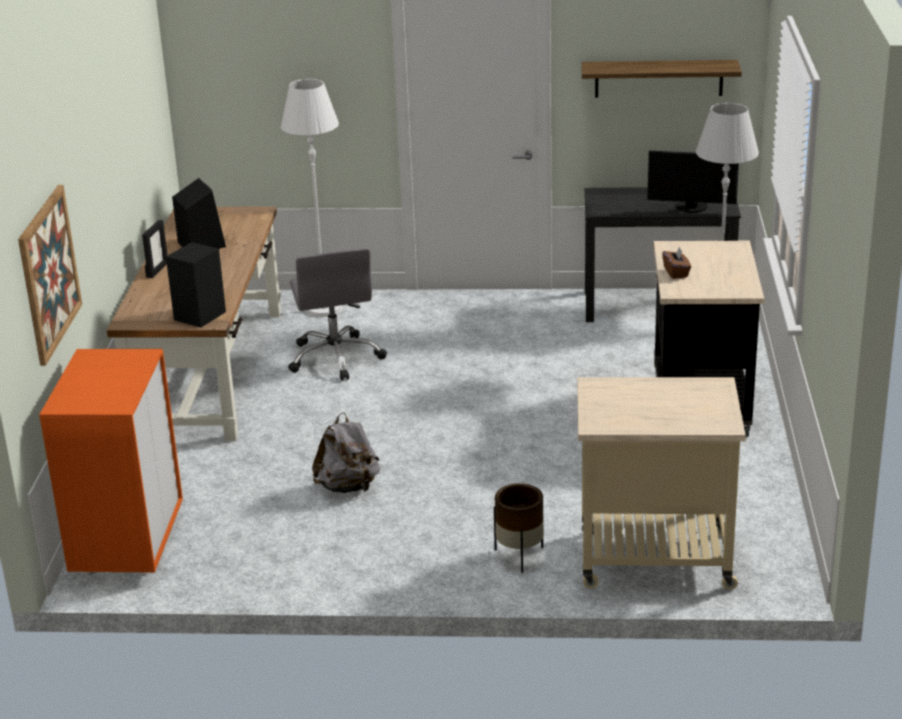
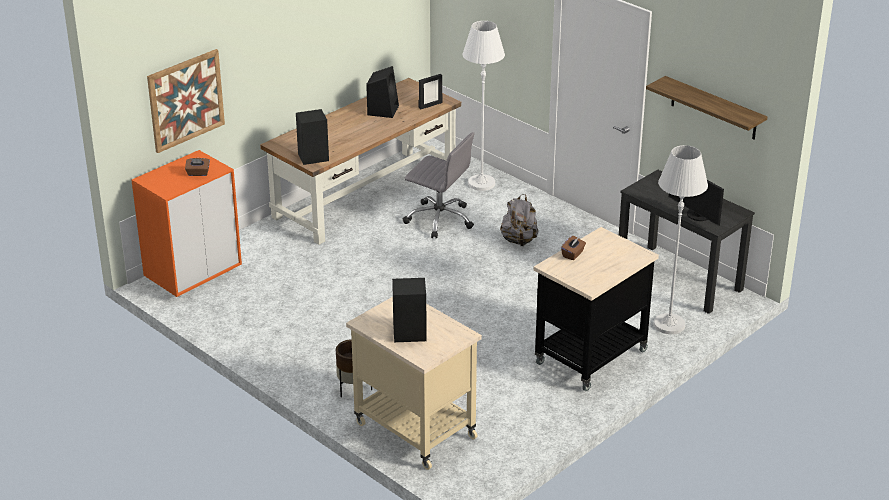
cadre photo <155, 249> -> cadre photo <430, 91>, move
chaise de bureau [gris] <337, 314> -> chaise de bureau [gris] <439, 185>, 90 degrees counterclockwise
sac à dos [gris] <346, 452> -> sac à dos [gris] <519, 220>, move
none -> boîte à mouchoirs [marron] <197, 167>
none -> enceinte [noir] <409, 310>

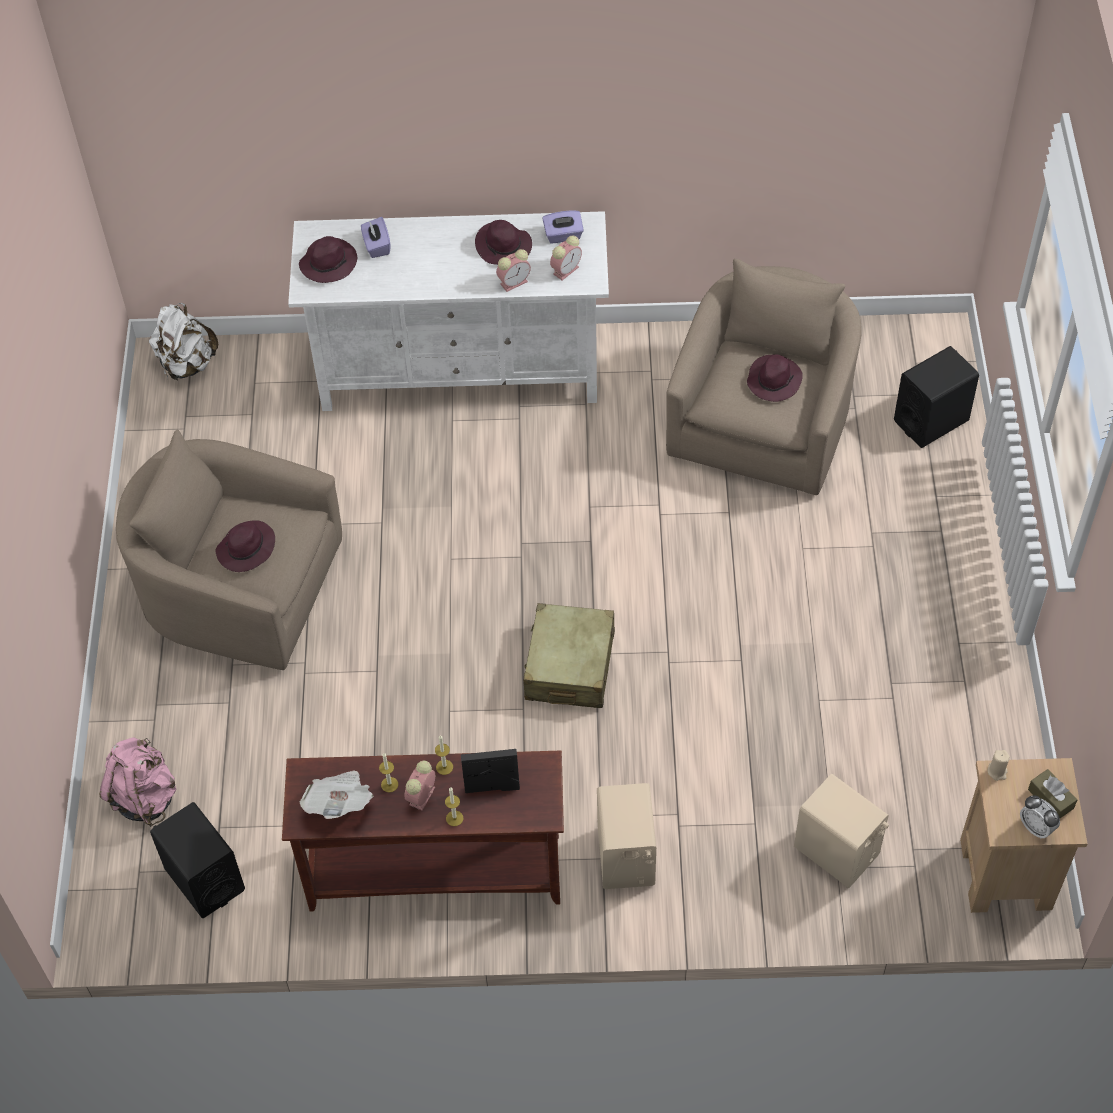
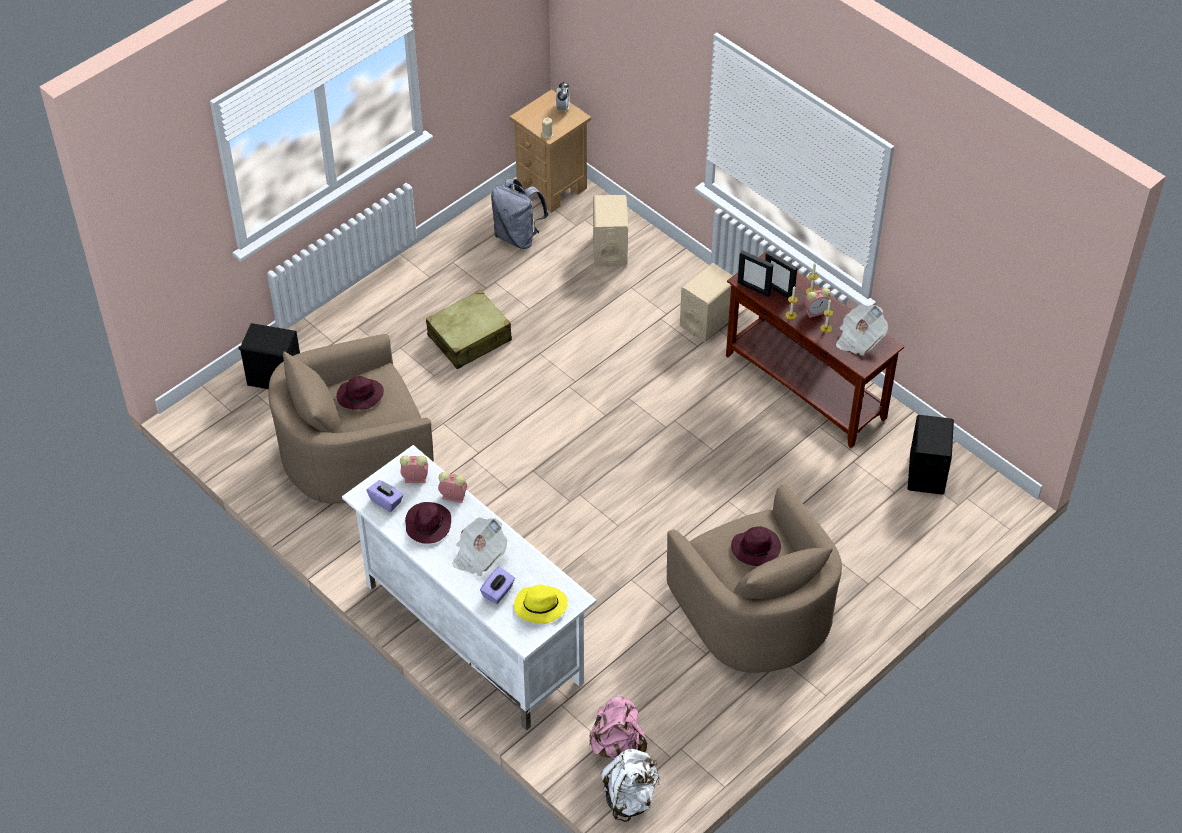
sac à dos [rose] <138, 782> -> sac à dos [rose] <618, 727>, move
chapeau [violet] <328, 259> -> chapeau [jaune] <541, 604>
valise [beige] <569, 655> -> valise [beige] <469, 329>, move
boîte à mouchoirs [marron] <1052, 793> -> none
none -> journal <479, 546>
none -> sac à dos [gris] <520, 214>
none -> cadre photo <755, 273>

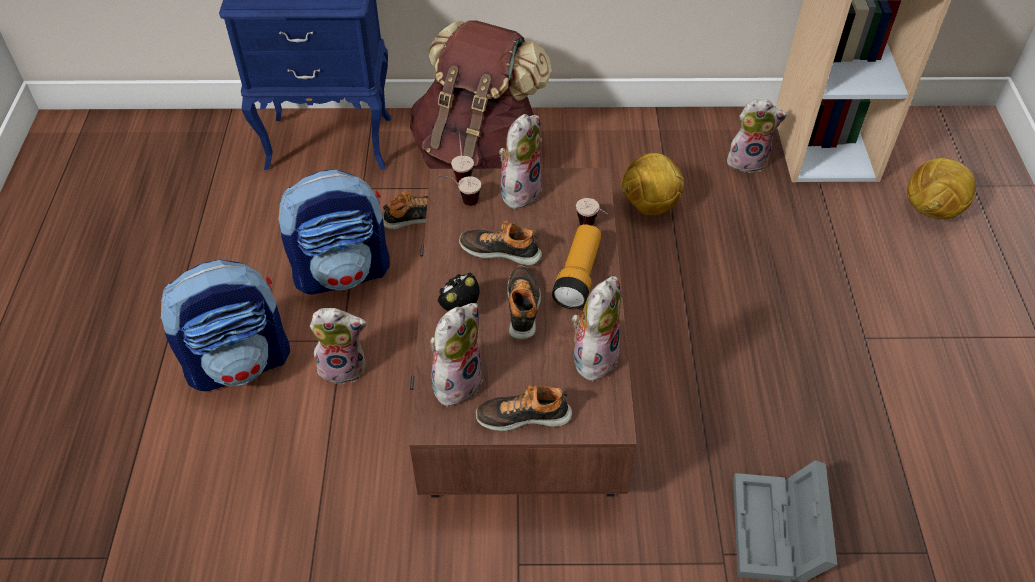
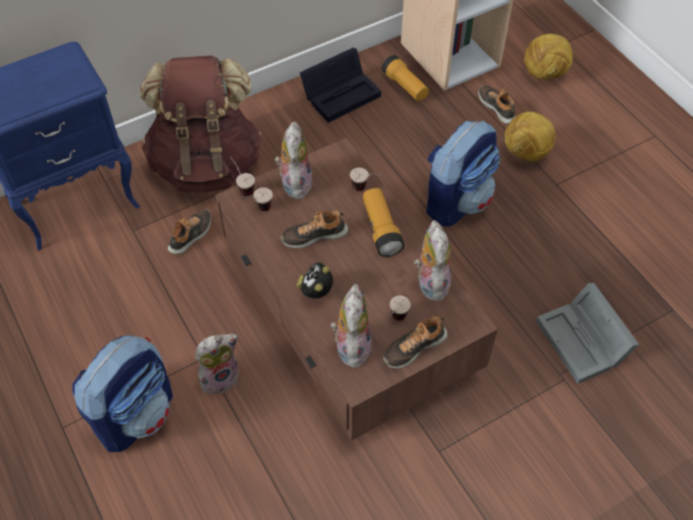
sac à dos <334, 231> -> sac à dos <463, 173>, move
chaussure <524, 303> -> chaussure <497, 104>, move
ballon de foot <653, 184> -> ballon de foot <530, 137>, move
peluche <757, 136> -> lampe de poche <405, 78>
none -> boîte de rangement [noir] <340, 85>
none -> tasse <399, 308>

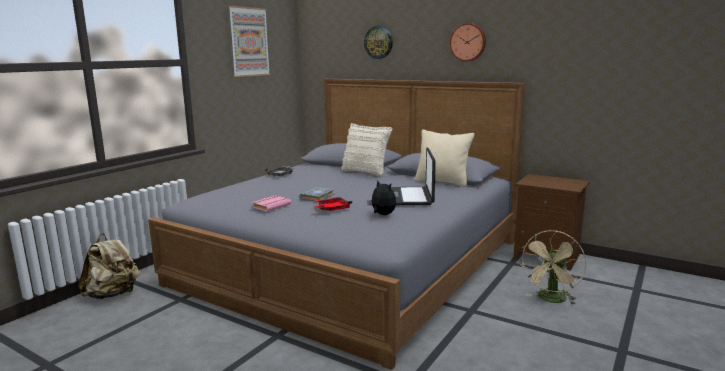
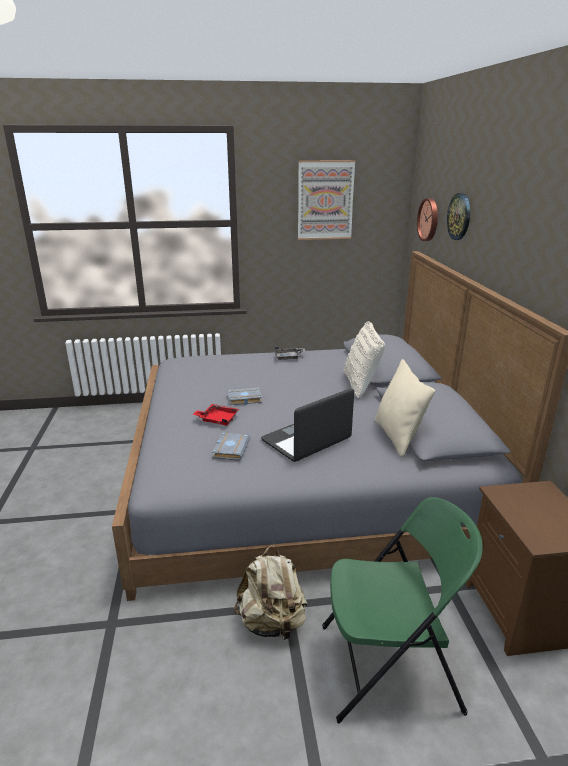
sac à dos [beige] <109, 266> -> sac à dos [beige] <271, 594>, move
livre [rose] <271, 203> -> none
peluche <381, 197> -> livre [gris] <231, 447>
horloge murale <467, 42> -> horloge murale <427, 219>, move
ventilateur [beige] <553, 267> -> chaise [vert] <402, 610>

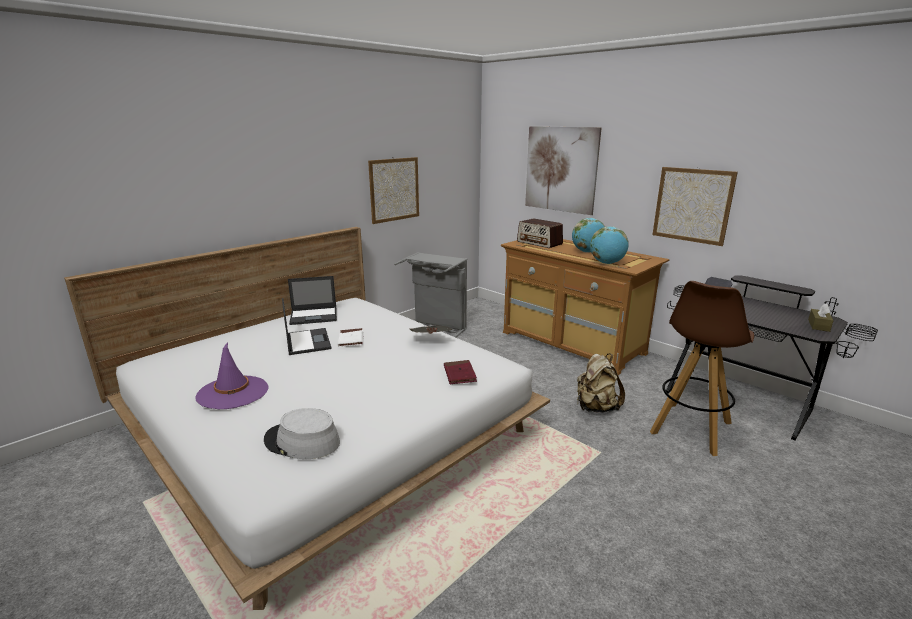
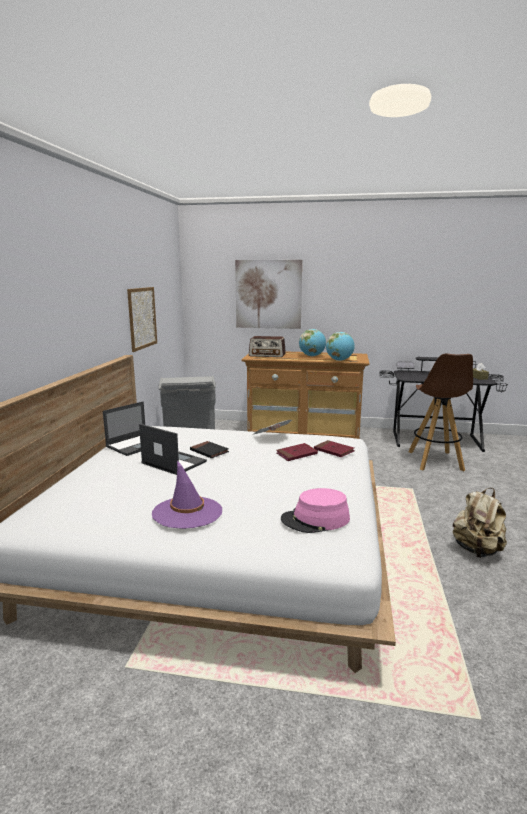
chapeau [gris] <302, 433> -> chapeau [rose] <315, 510>
livre [blanc] <350, 337> -> livre [noir] <209, 449>
sac à dos [beige] <601, 383> -> sac à dos [beige] <480, 523>, move
tableau <695, 206> -> none
none -> livre [rouge] <297, 452>

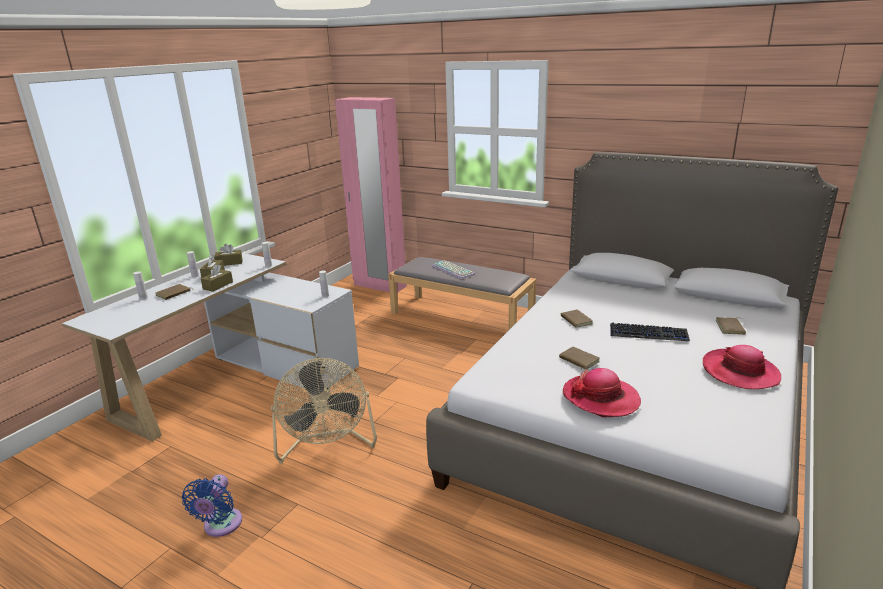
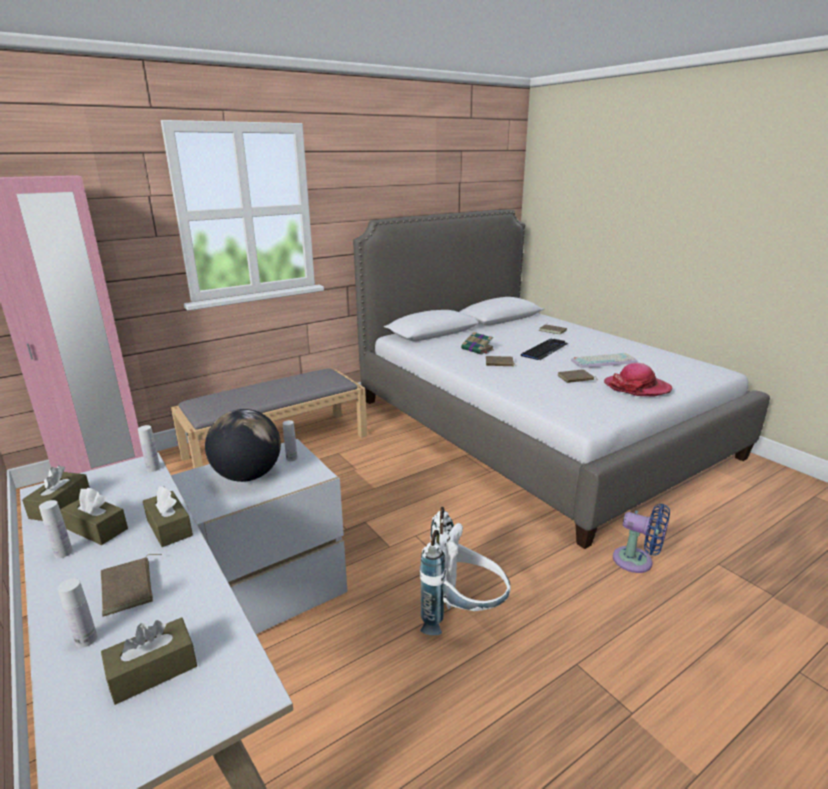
ventilateur [bleu] <212, 505> -> ventilateur [bleu] <641, 538>, move
ventilateur [beige] <324, 411> -> sac à dos [blanc] <465, 571>
clavier <453, 269> -> clavier <604, 360>, move
chapeau <742, 367> -> none
none -> boîte à mouchoirs [marron] <149, 661>
none -> globe <243, 445>
none -> livre <477, 343>

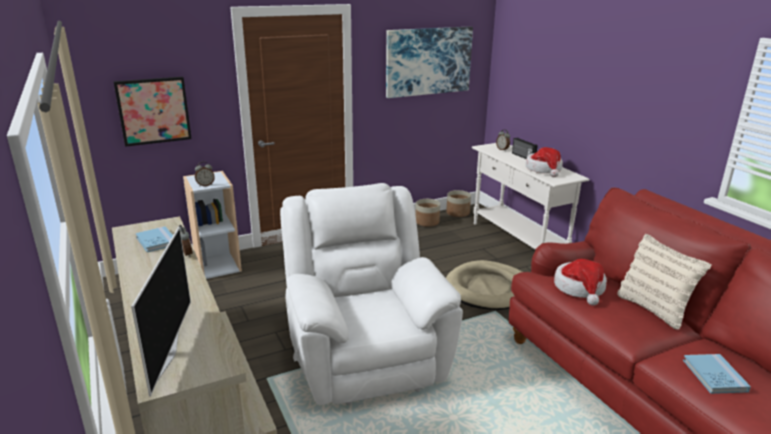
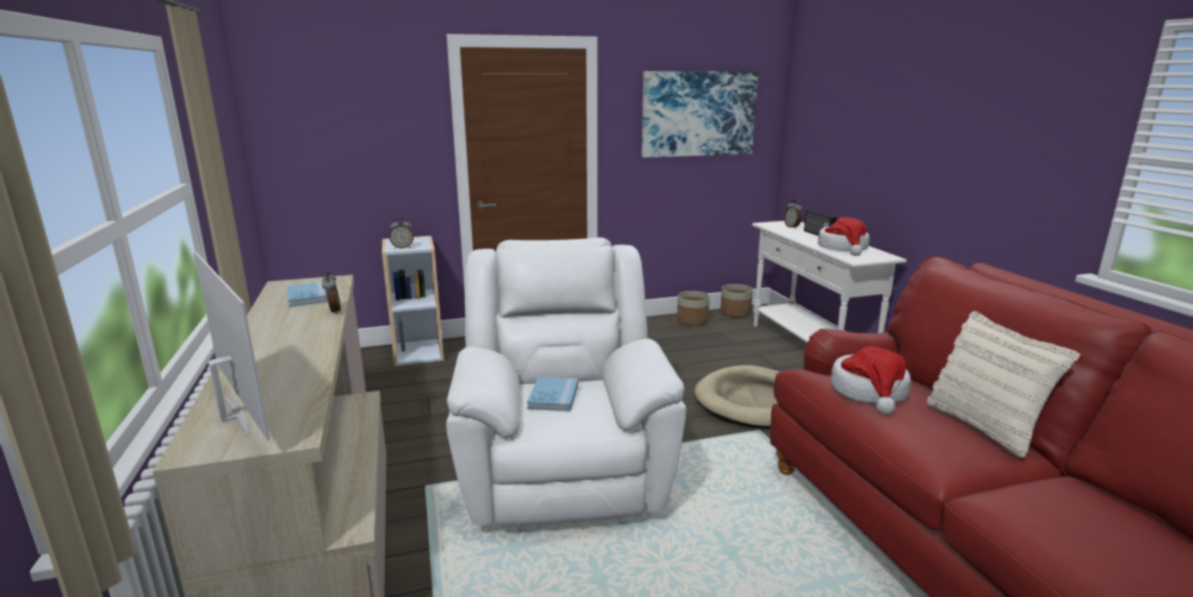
tableau <152, 112> -> none
téléviseur <161, 312> -> téléviseur <232, 346>, 45 degrees counterclockwise
livre [bleu] <717, 374> -> livre [bleu] <552, 394>, move

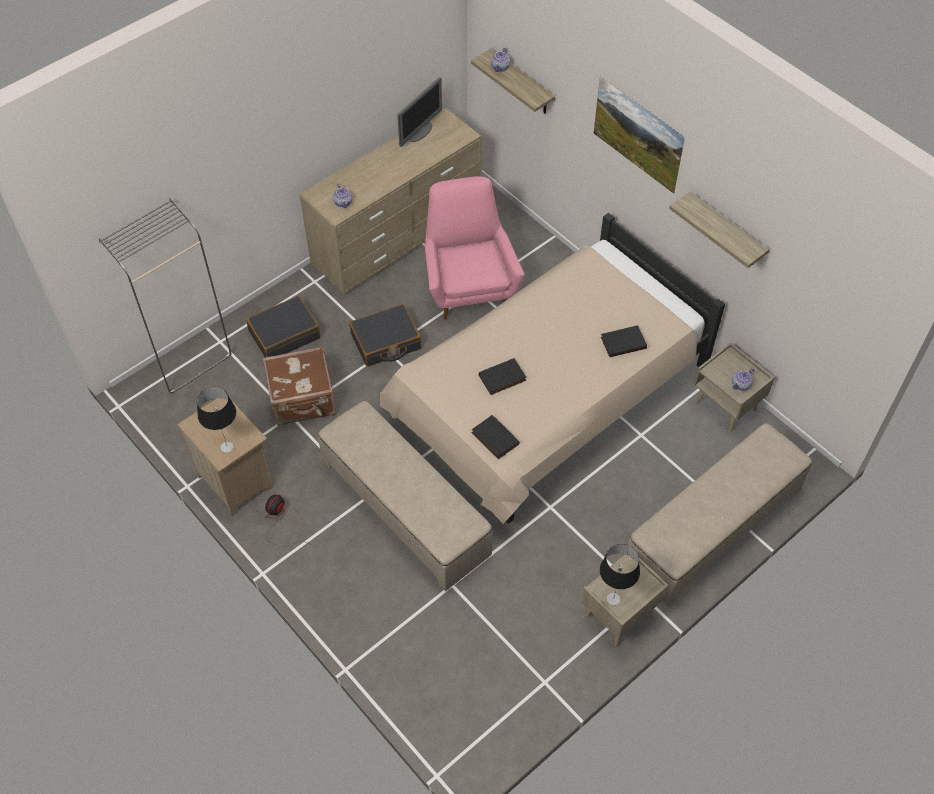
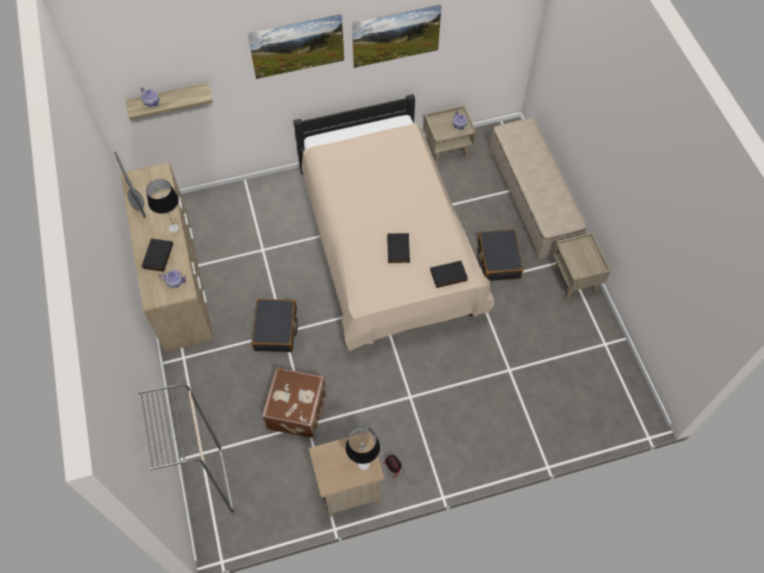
valise [noir] <283, 327> -> valise [noir] <500, 255>, move
banc [beige] <405, 496> -> none
fauteuil [rose] <475, 248> -> none
lampe de table <620, 574> -> lampe de table <162, 205>, move
livre [noir] <624, 341> -> livre [noir] <157, 255>, move
étagère <719, 229> -> tableau <397, 36>

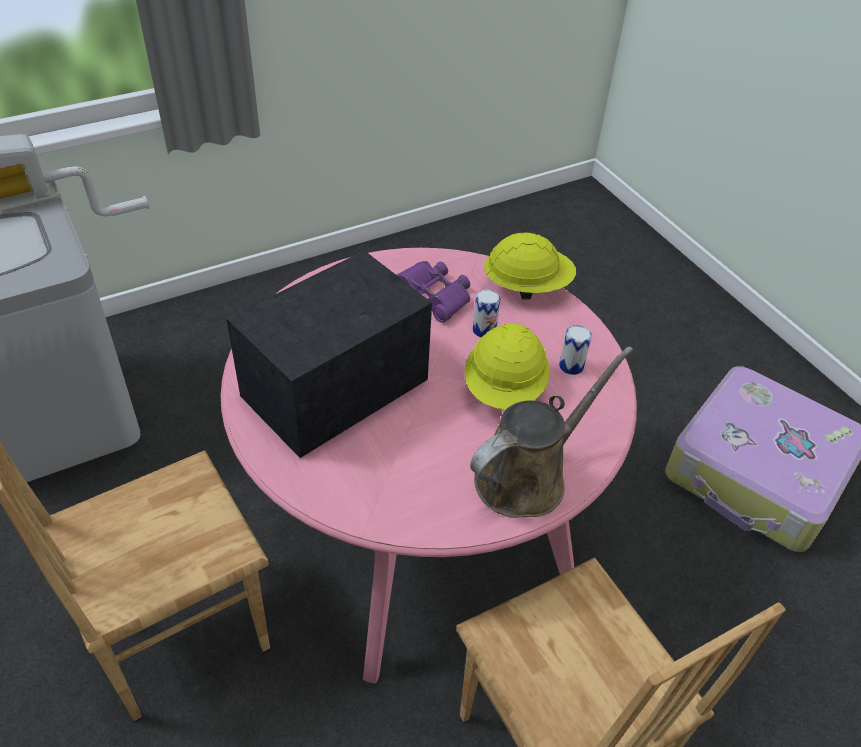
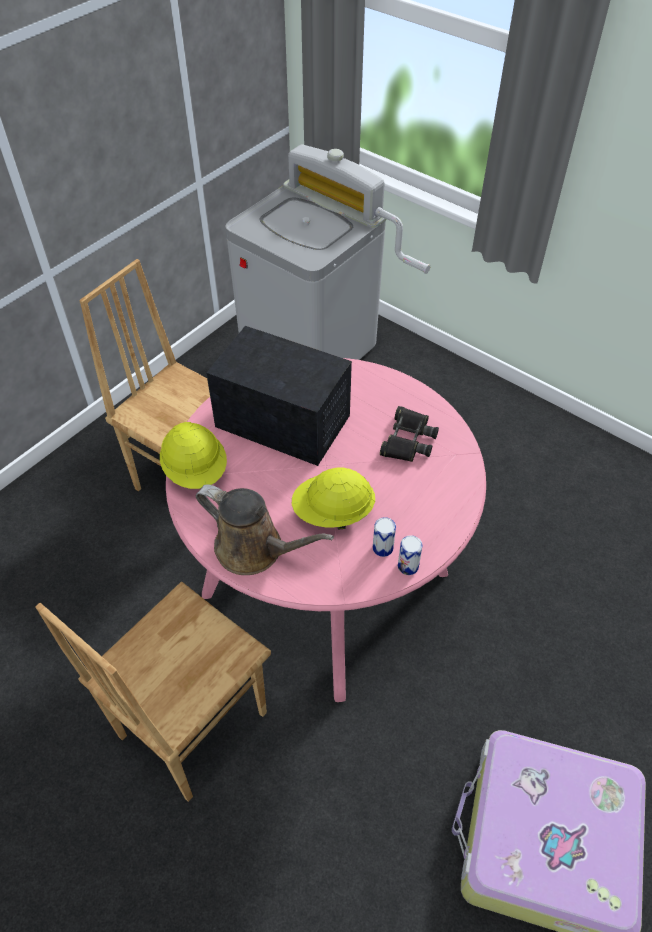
jumelles [violet] <433, 292> -> jumelles [noir] <409, 434>
boîte métallique <487, 313> -> boîte métallique <410, 555>, move
casque de chantier [jaune] <530, 266> -> casque de chantier [jaune] <193, 455>, move

